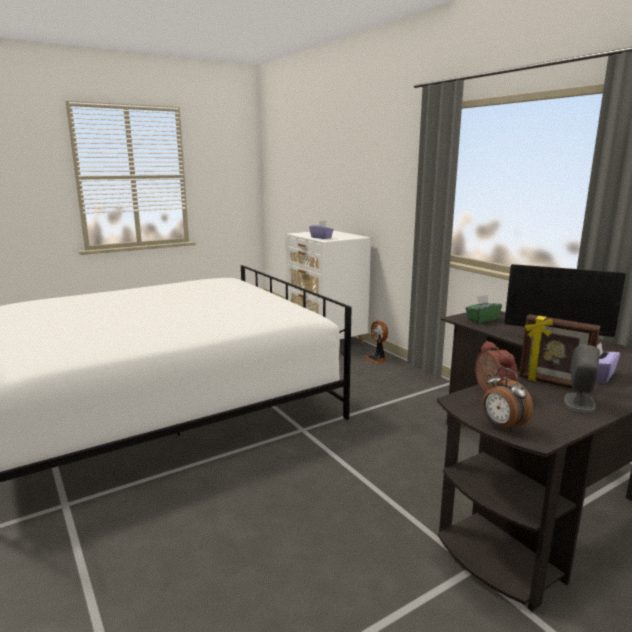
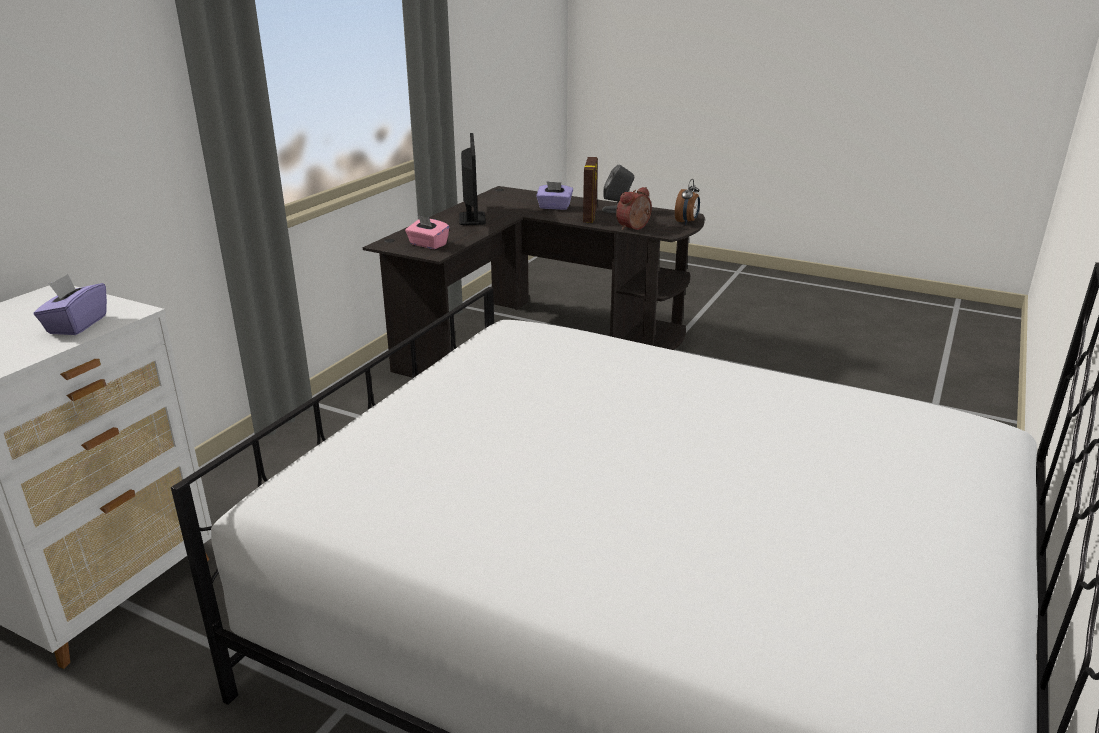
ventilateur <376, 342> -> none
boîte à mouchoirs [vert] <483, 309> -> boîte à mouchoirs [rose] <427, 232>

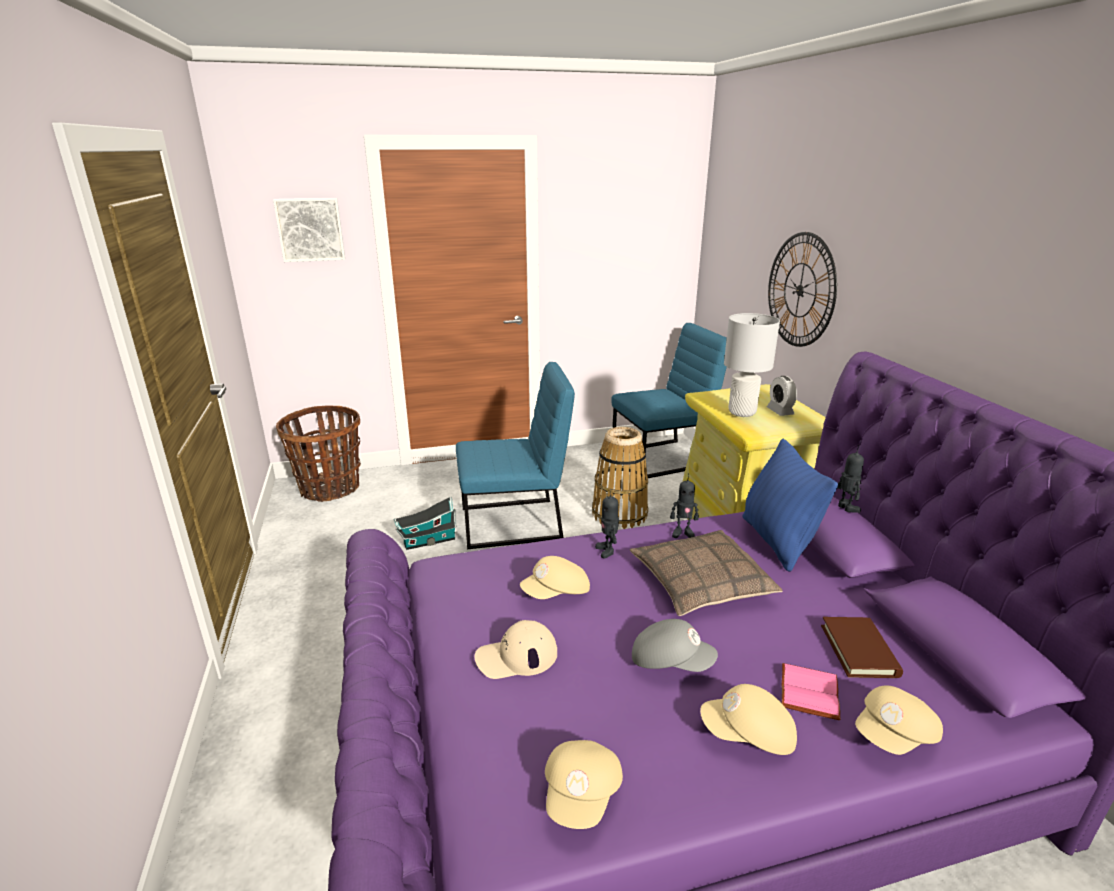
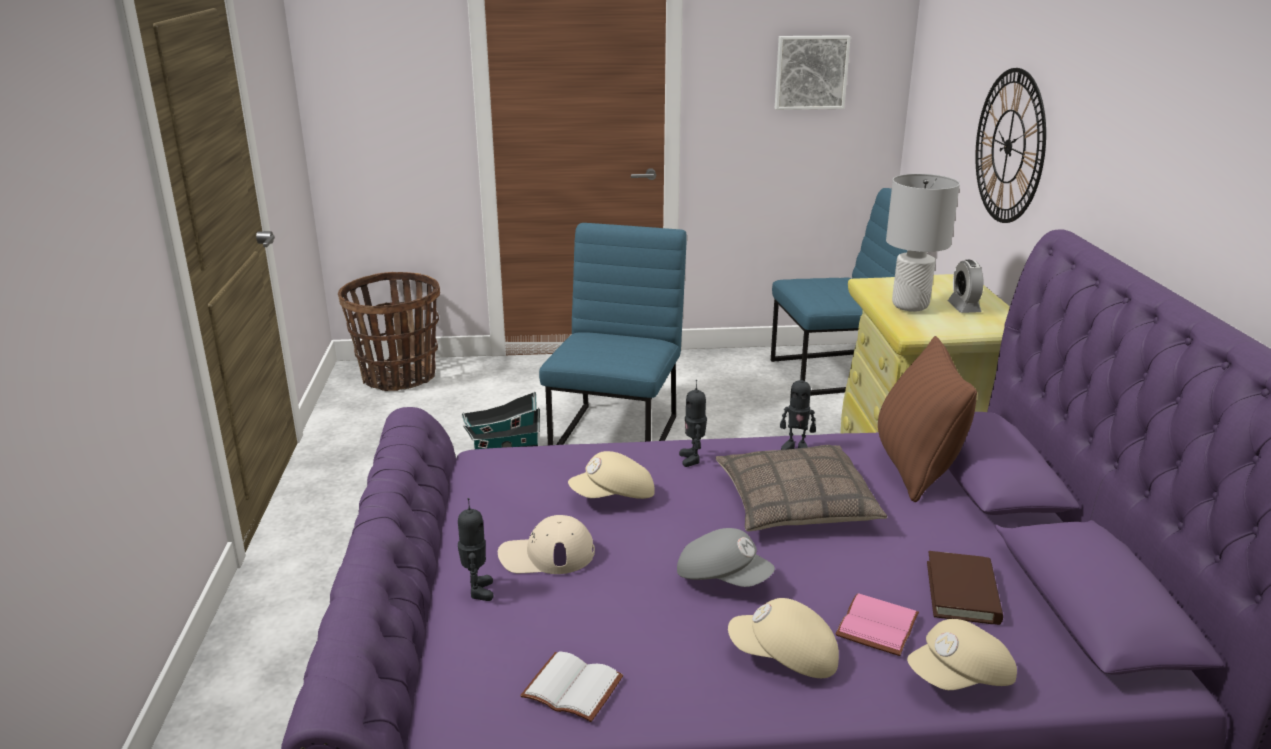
tableau <309, 230> -> tableau <813, 72>, move
chaise [bleu] <515, 455> -> chaise [bleu] <613, 334>, 75 degrees counterclockwise
casquette [beige] <584, 784> -> livre [blanc] <571, 686>
panier <620, 478> -> none
coussin [bleu] <790, 505> -> coussin [marron] <927, 419>
robot jouet <850, 479> -> robot jouet <476, 549>, move

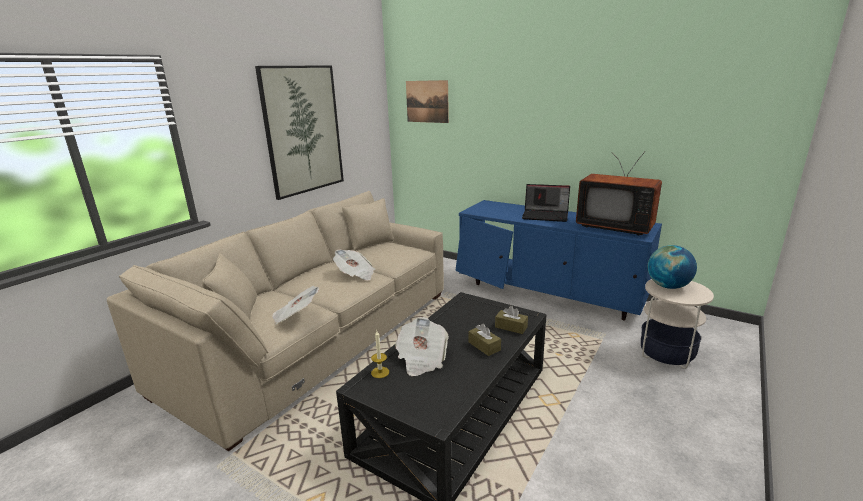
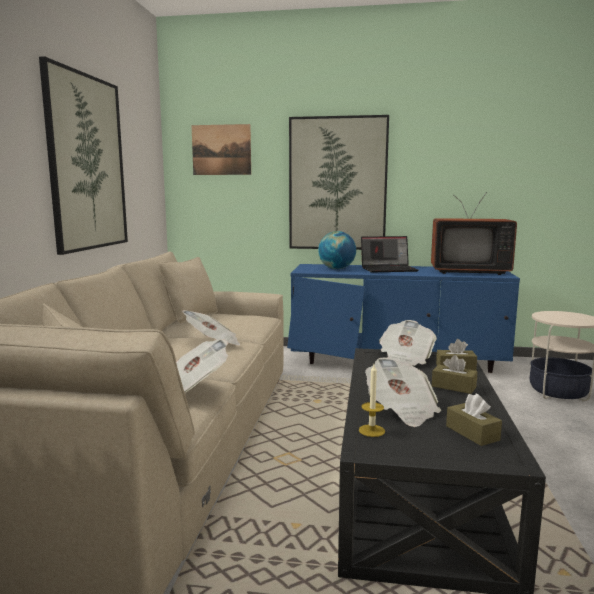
globe <672, 267> -> globe <337, 250>, move
none -> tableau <339, 182>
none -> journal <408, 343>
none -> boîte à mouchoirs [marron] <474, 420>

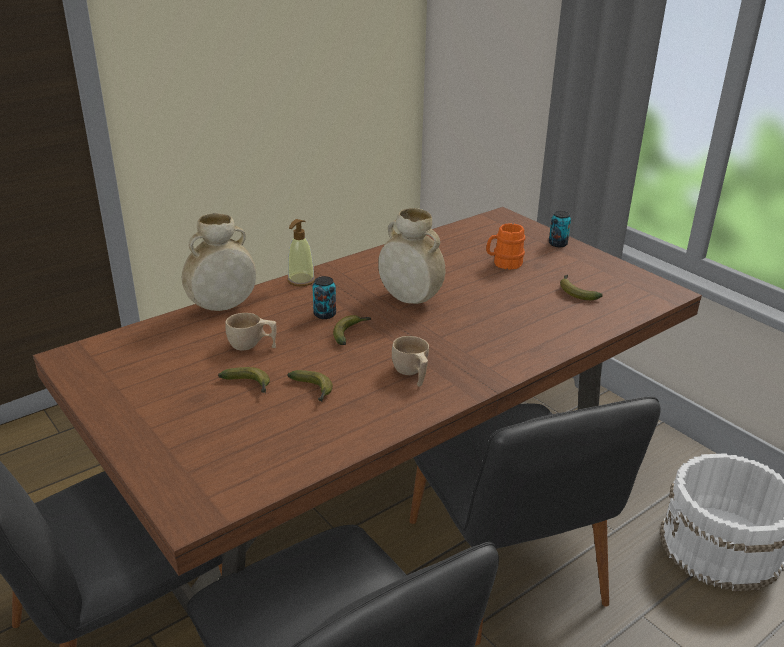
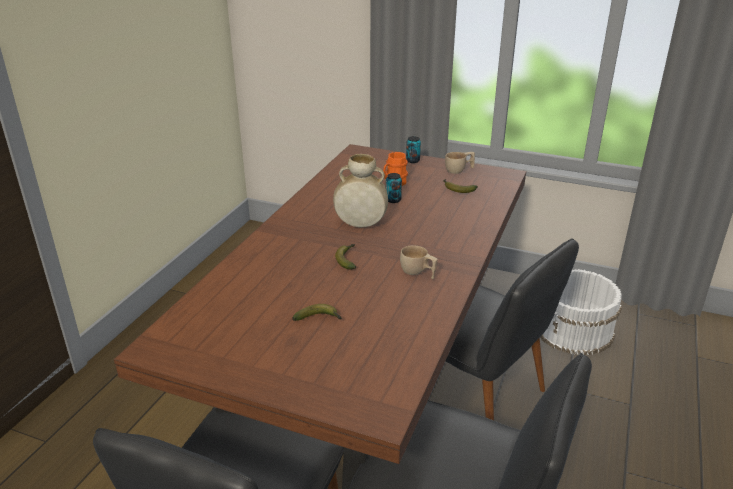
vase [beige] <219, 262> -> none
tasse [beige] <250, 331> -> tasse [beige] <460, 163>, move
distributeur de savon <301, 252> -> none
banane <310, 386> -> none
boîte métallique <324, 297> -> boîte métallique <394, 188>, move

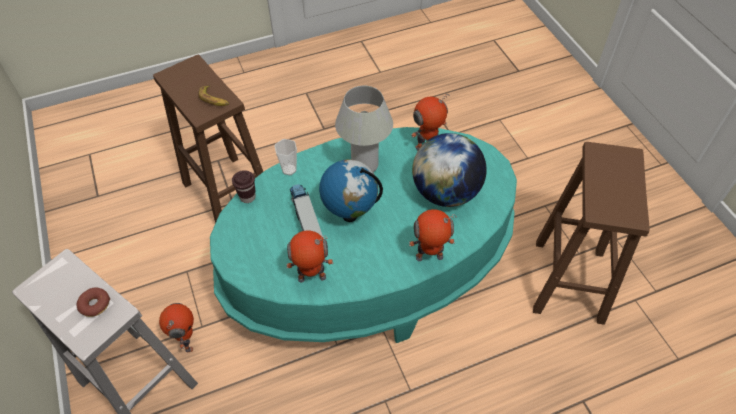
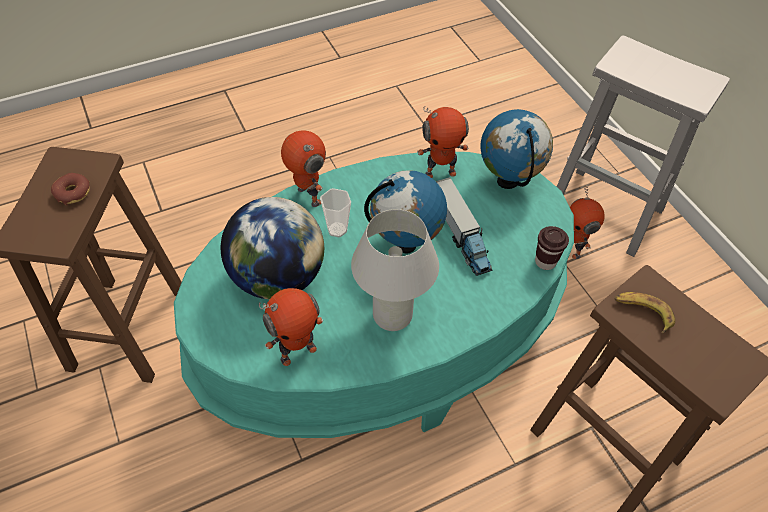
beignet <93, 302> -> beignet <70, 189>, move
tasse <285, 157> -> tasse <335, 212>, move
robot jouet <433, 235> -> robot jouet <303, 168>, 120 degrees counterclockwise
none -> globe <516, 149>

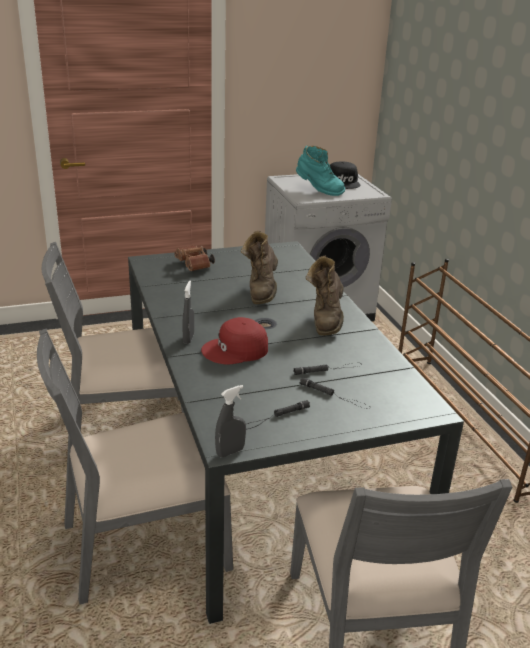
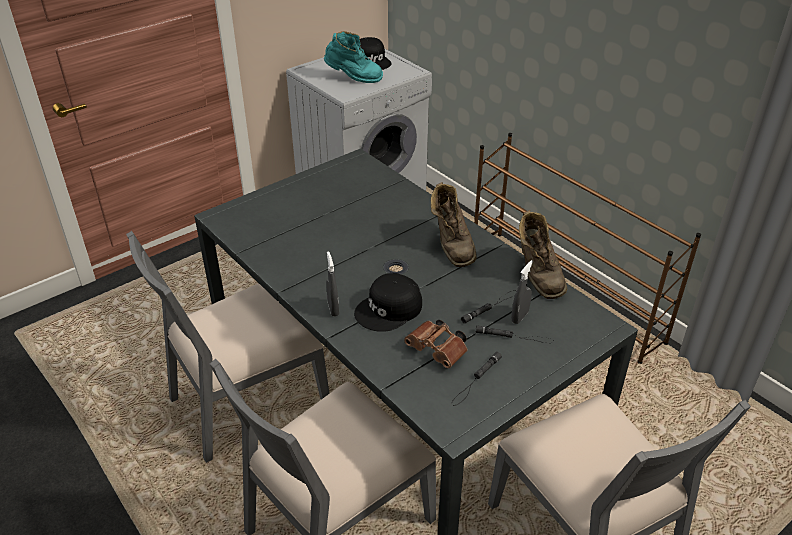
jumelles [marron] <194, 258> -> jumelles [marron] <435, 344>, move
casquette [rouge] <234, 341> -> casquette [noir] <388, 302>
vaporisateur [gris] <230, 421> -> vaporisateur [gris] <522, 292>, move
botte [marron] <259, 267> -> botte [marron] <543, 254>, move

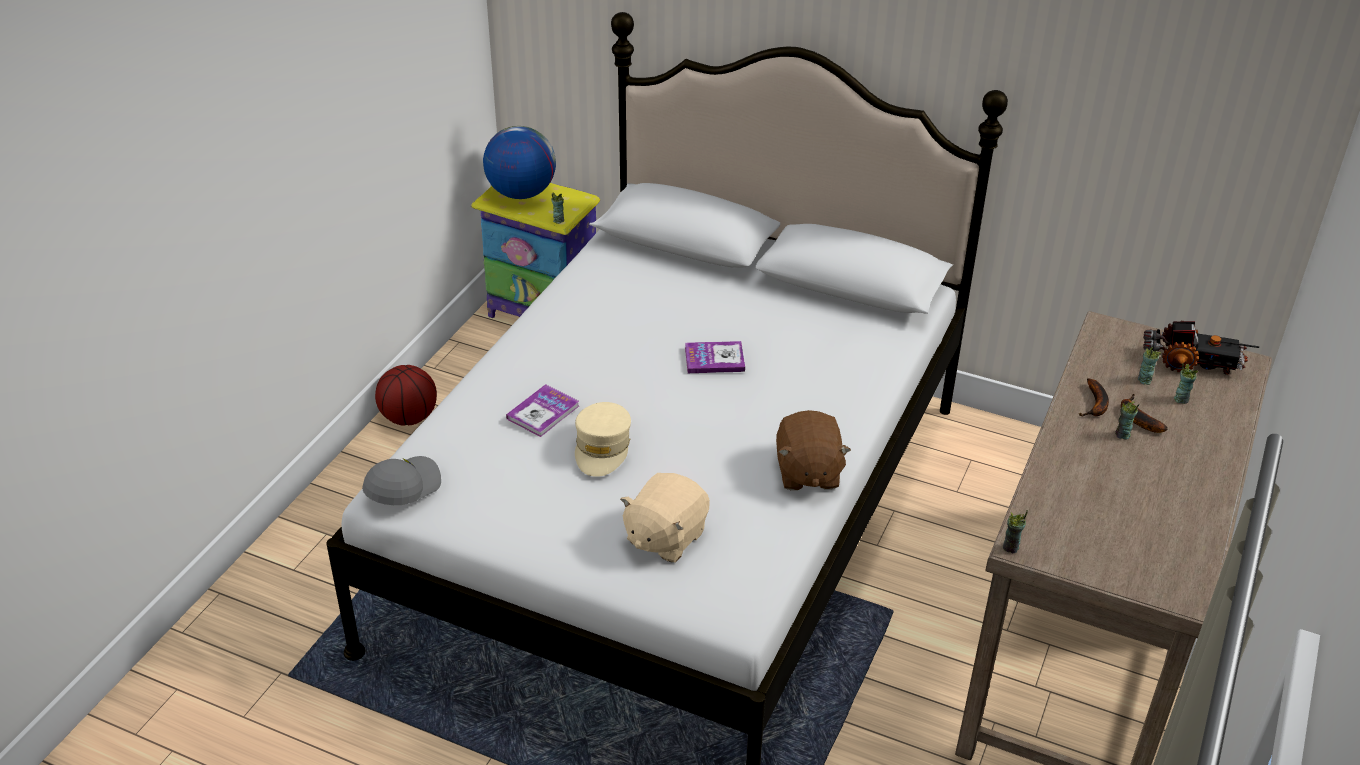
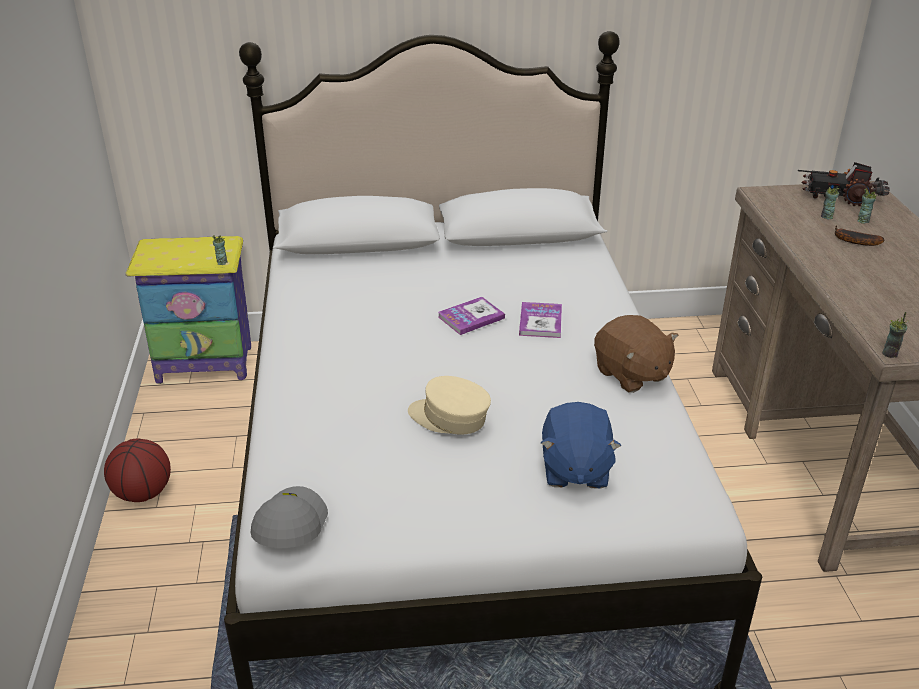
globe <519, 162> -> none
livre <542, 410> -> livre <540, 320>, move
casquette [beige] <603, 439> -> casquette [beige] <449, 405>, 135 degrees clockwise
peluche [beige] <665, 518> -> peluche [bleu] <581, 445>
banane <1093, 397> -> none
tasse <1127, 420> -> none
camion jouet <1201, 348> -> camion jouet <844, 184>, 150 degrees counterclockwise

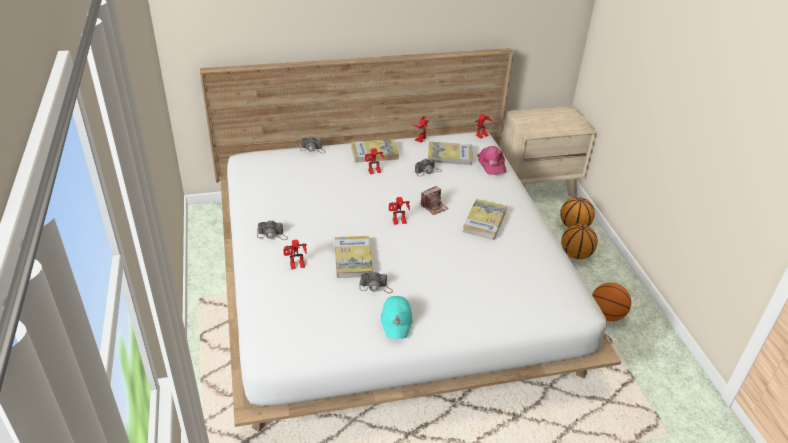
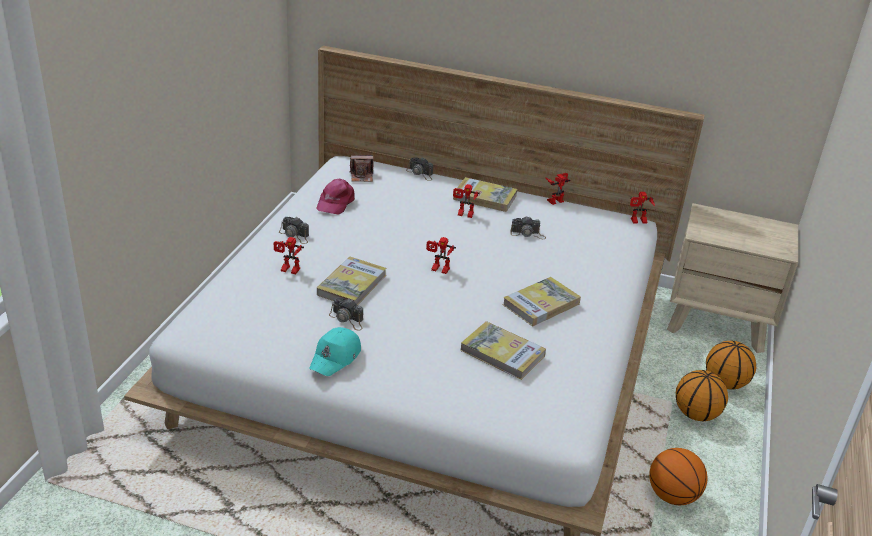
appareil photo <434, 200> -> appareil photo <361, 168>, move
livre <450, 153> -> livre <503, 350>, move
casquette [rose] <491, 160> -> casquette [rose] <335, 196>, move

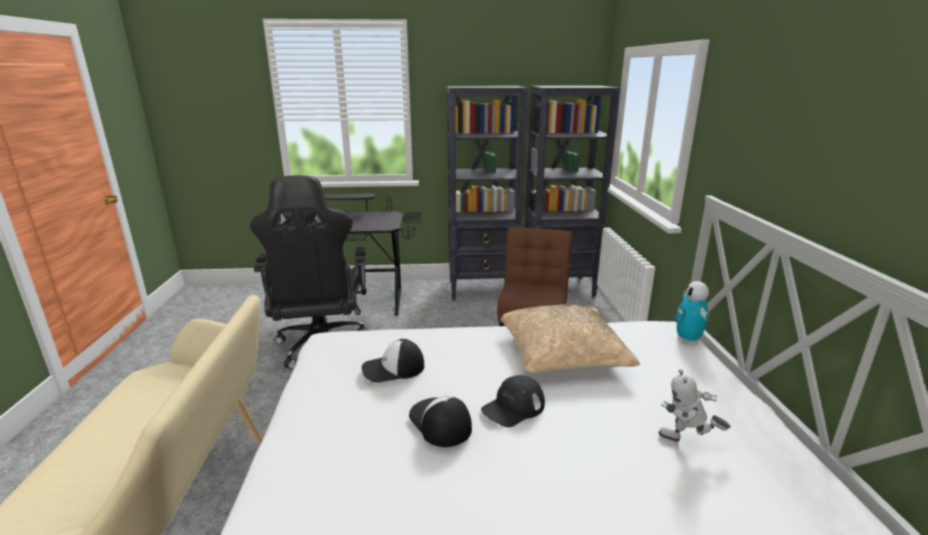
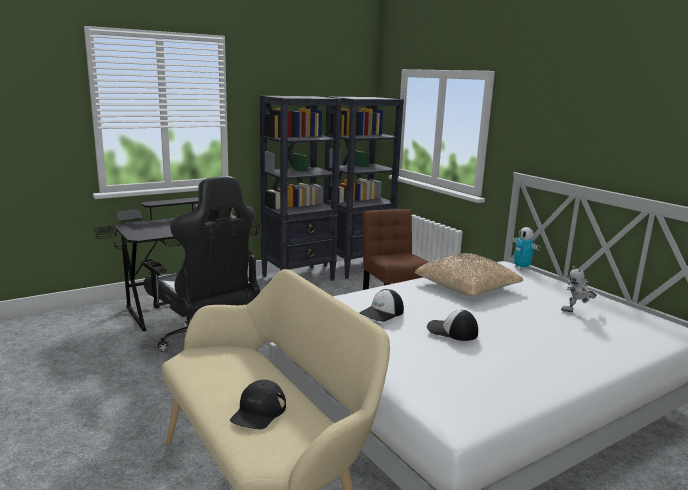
casquette [noir] <513, 401> -> casquette [noir] <258, 404>, move

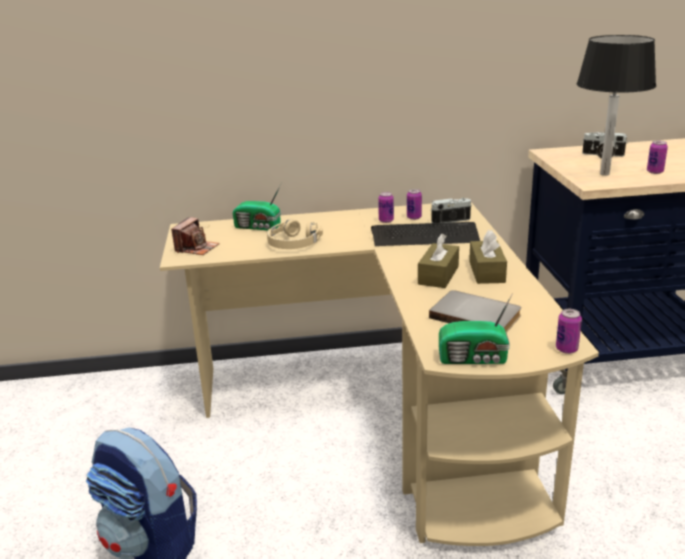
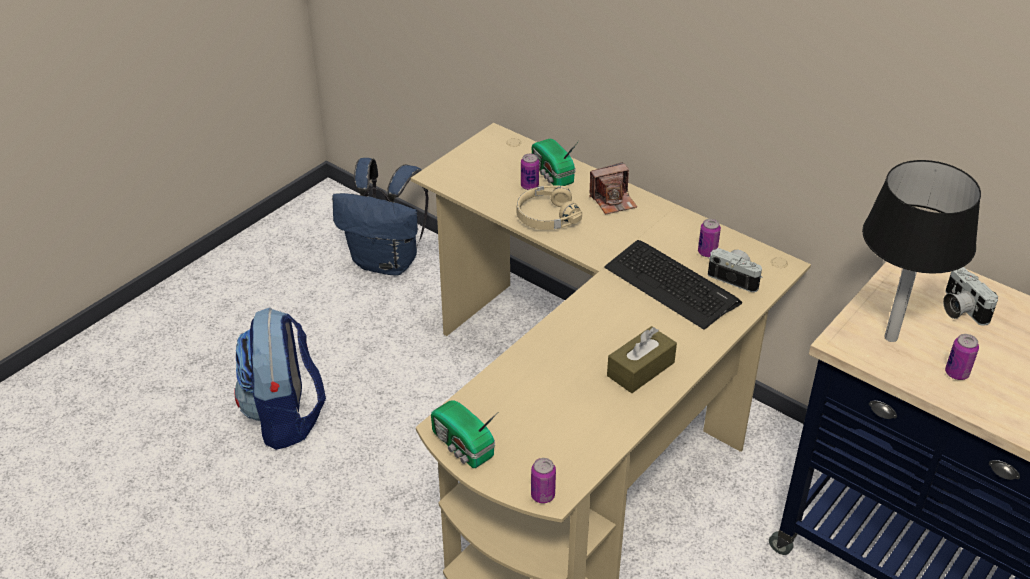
appareil photo <195, 236> -> appareil photo <613, 188>, move
boîte métallique <386, 207> -> boîte métallique <530, 172>, move
boîte à mouchoirs [marron] <438, 261> -> none
livre [gris] <475, 311> -> none
none -> sac à dos [bleu] <380, 217>

